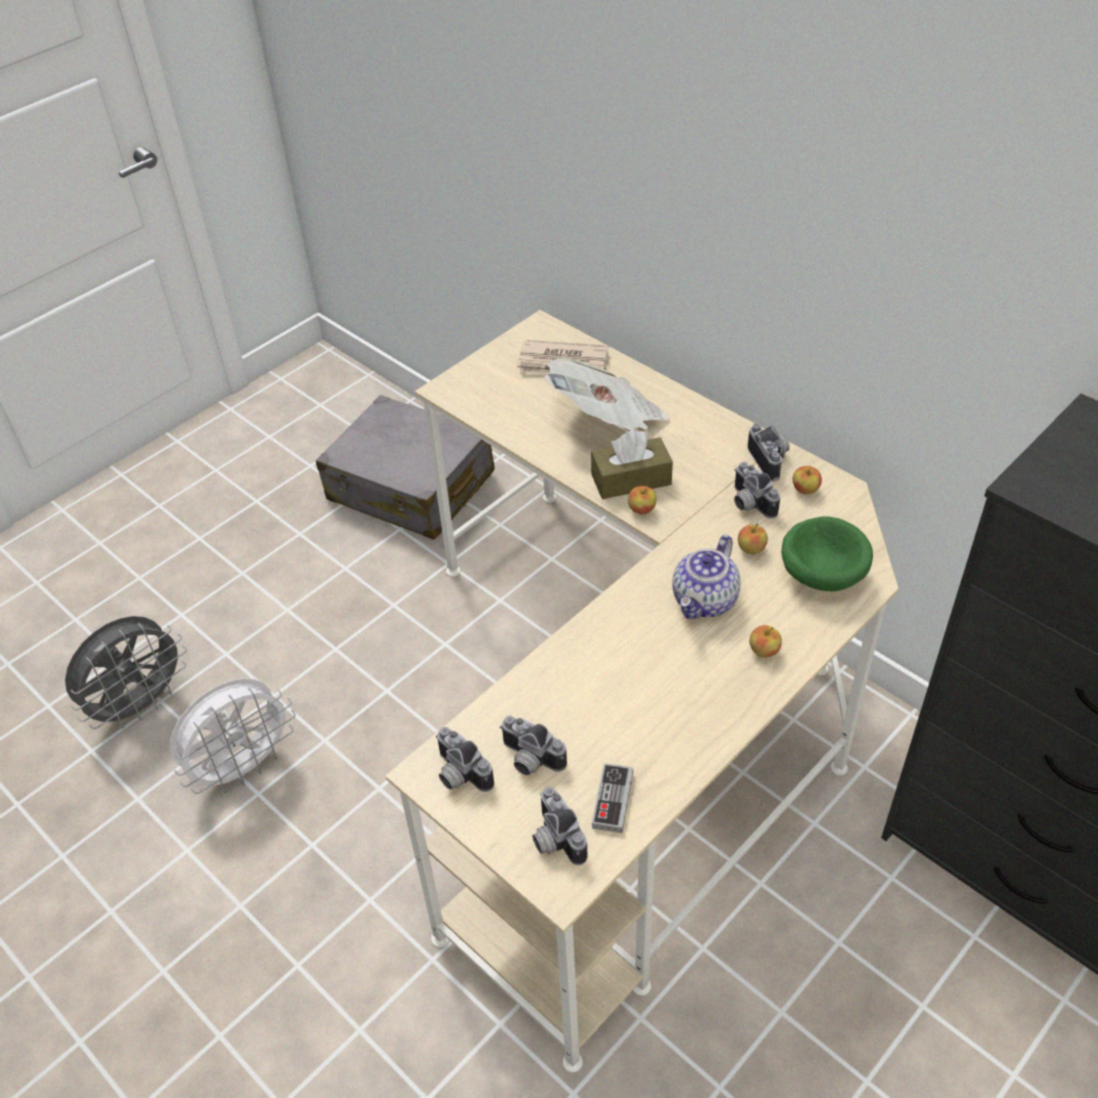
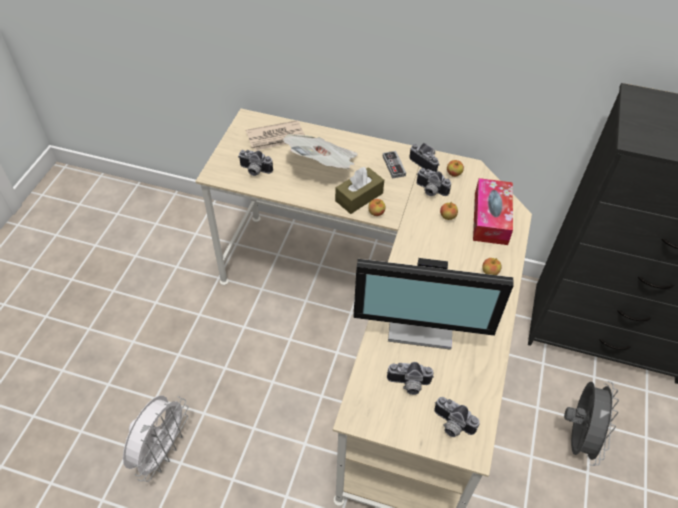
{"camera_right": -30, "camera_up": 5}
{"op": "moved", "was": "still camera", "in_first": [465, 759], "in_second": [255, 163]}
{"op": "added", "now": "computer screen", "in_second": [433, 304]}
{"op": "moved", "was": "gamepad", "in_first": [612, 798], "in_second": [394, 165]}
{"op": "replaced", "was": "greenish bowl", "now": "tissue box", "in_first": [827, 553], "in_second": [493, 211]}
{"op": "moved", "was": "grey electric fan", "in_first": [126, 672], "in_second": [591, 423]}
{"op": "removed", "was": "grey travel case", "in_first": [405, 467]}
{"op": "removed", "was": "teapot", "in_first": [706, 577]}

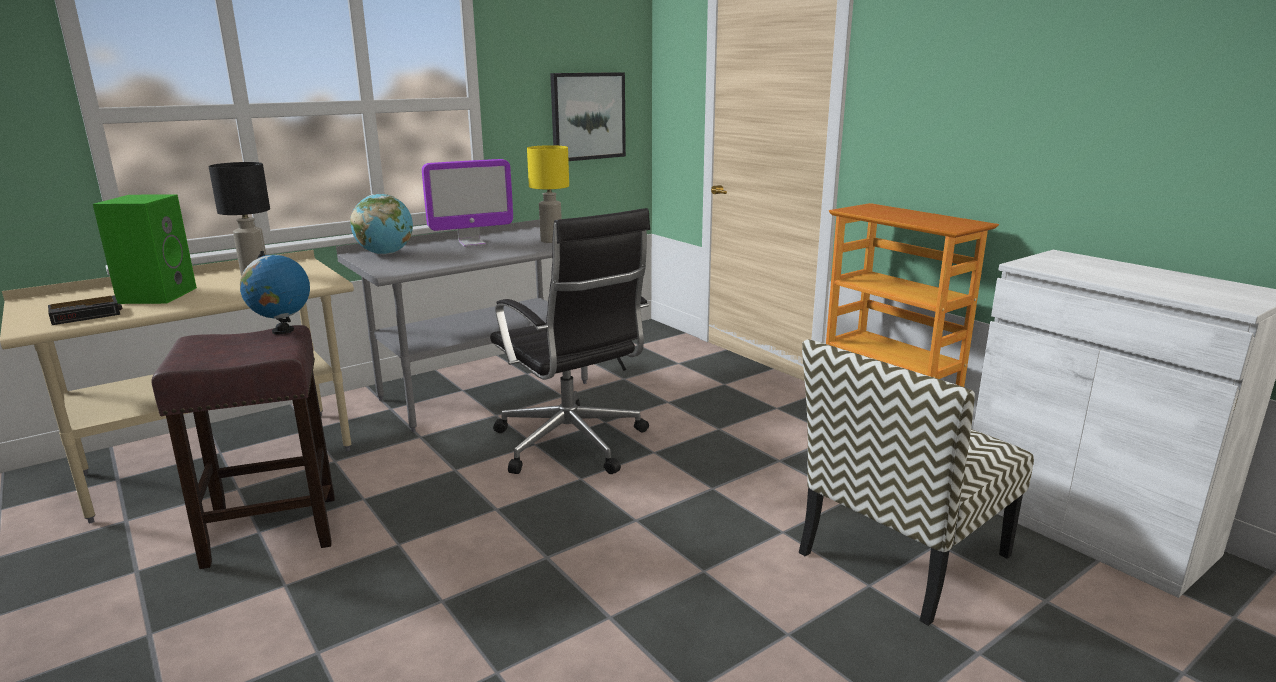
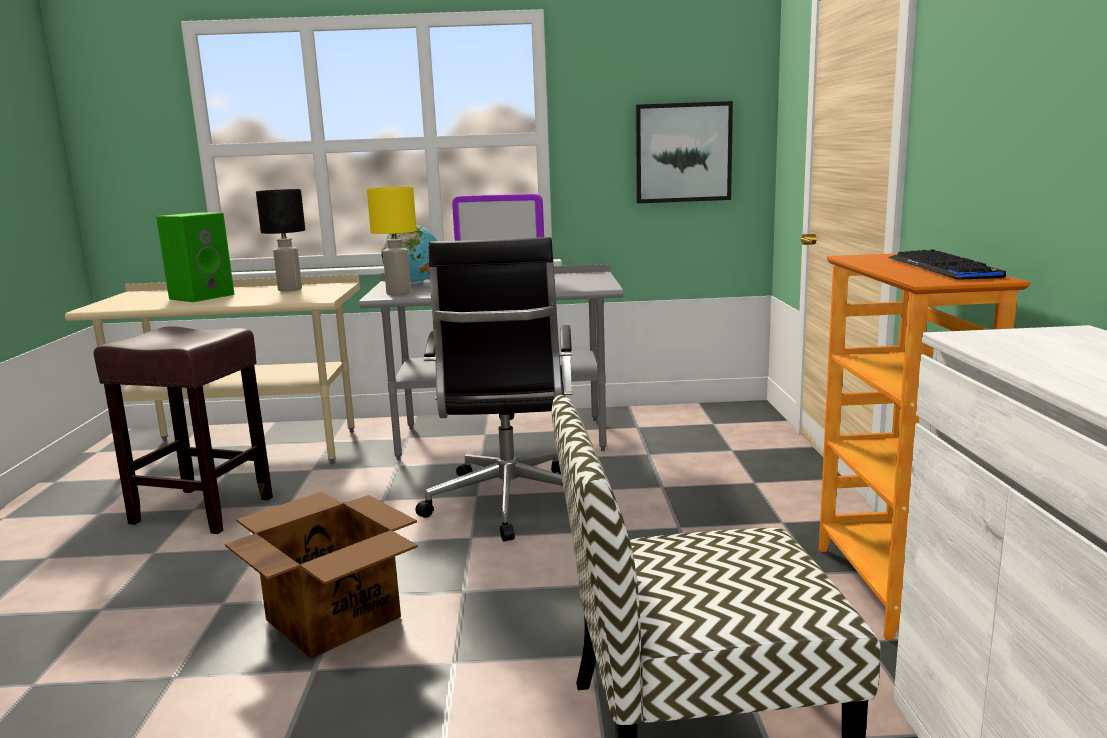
{"camera_right": 35, "camera_up": -5}
{"op": "added", "now": "cardboard box", "in_second": [321, 575]}
{"op": "moved", "was": "yellow table lamp", "in_first": [548, 194], "in_second": [392, 241]}
{"op": "added", "now": "keyboard", "in_second": [947, 265]}
{"op": "removed", "was": "bedside clock", "in_first": [85, 310]}
{"op": "removed", "was": "globe", "in_first": [275, 293]}

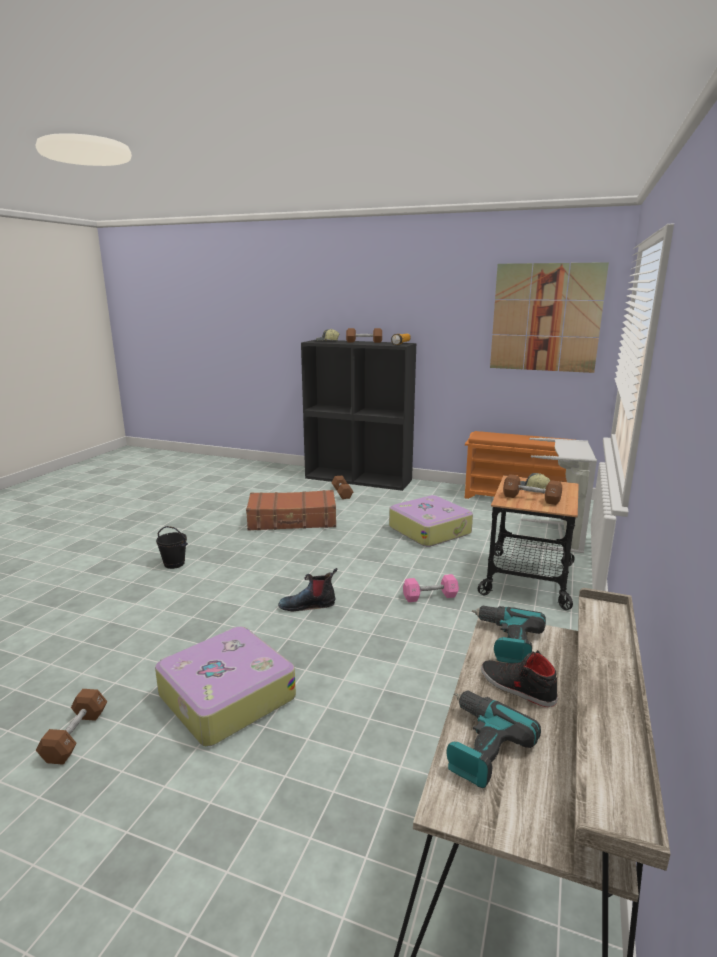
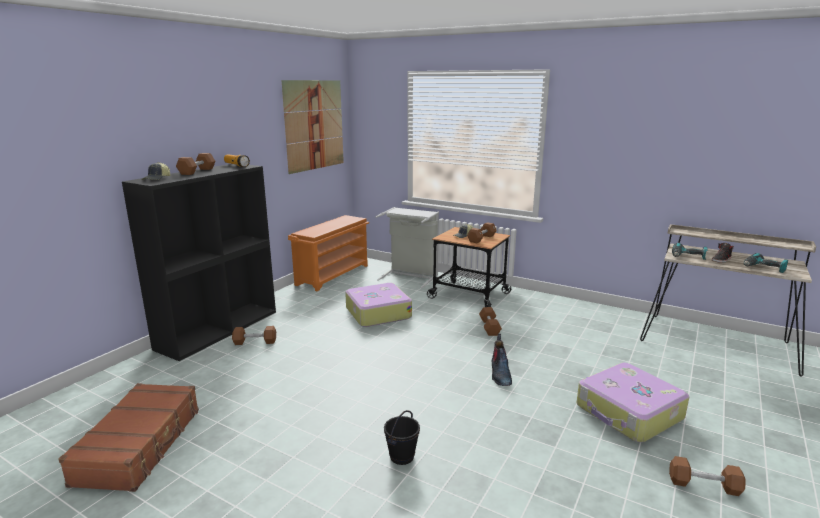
{"camera_right": -80, "camera_up": 0}
{"op": "moved", "was": "brown travel case", "in_first": [291, 510], "in_second": [128, 437]}
{"op": "recoloured", "was": "pinkish dumbbell", "now": "brown dumbbell", "in_first": [431, 588], "in_second": [490, 321]}

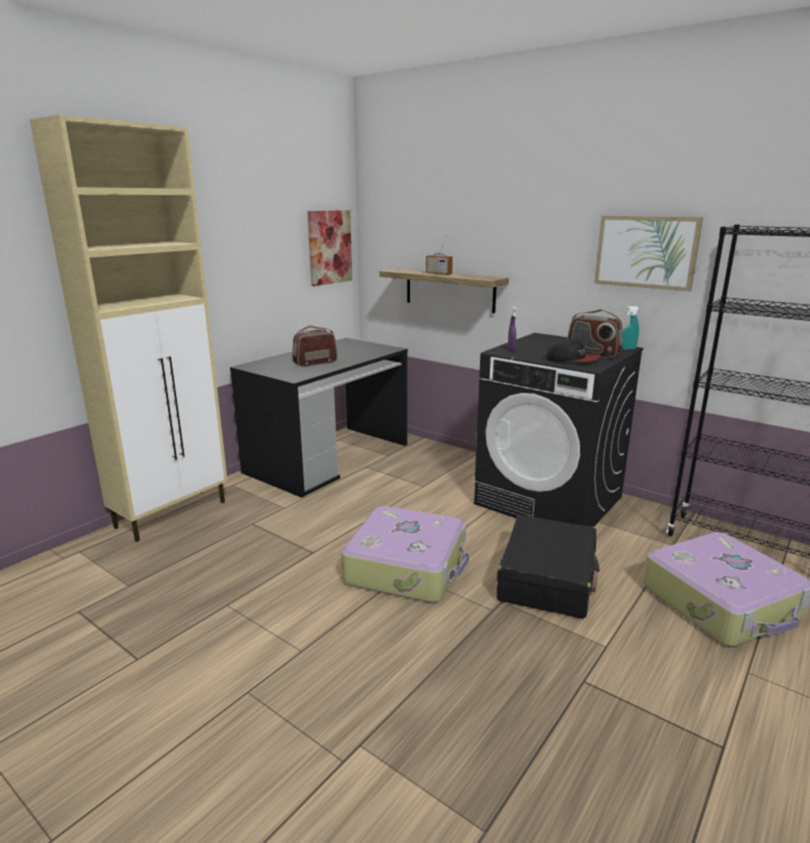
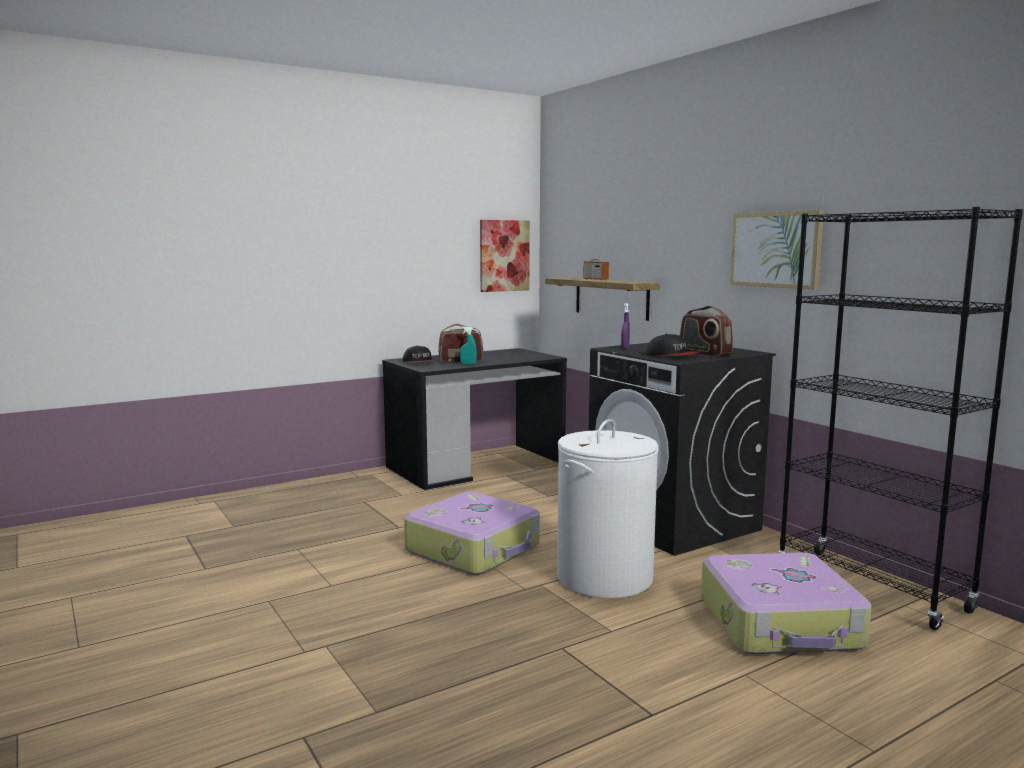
{"camera_right": 20, "camera_up": -10}
{"op": "added", "now": "baseball cap", "in_second": [419, 354]}
{"op": "moved", "was": "turquoise sprayer", "in_first": [630, 328], "in_second": [468, 345]}
{"op": "replaced", "was": "black-coloured travel case", "now": "white-coloured washing basket", "in_first": [548, 567], "in_second": [608, 508]}
{"op": "removed", "was": "beige-coloured storage cabinet", "in_first": [129, 328]}

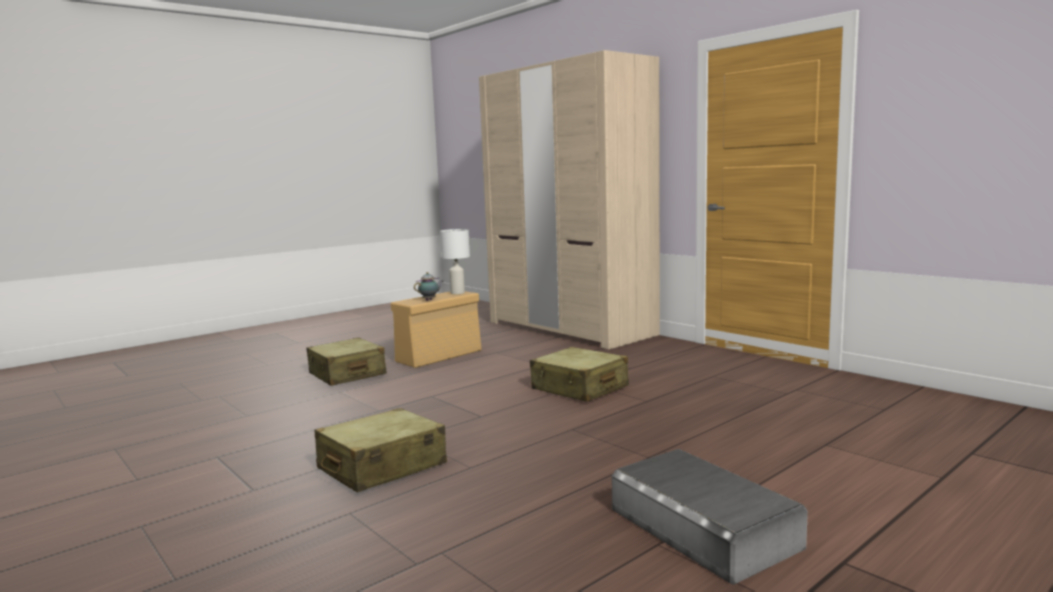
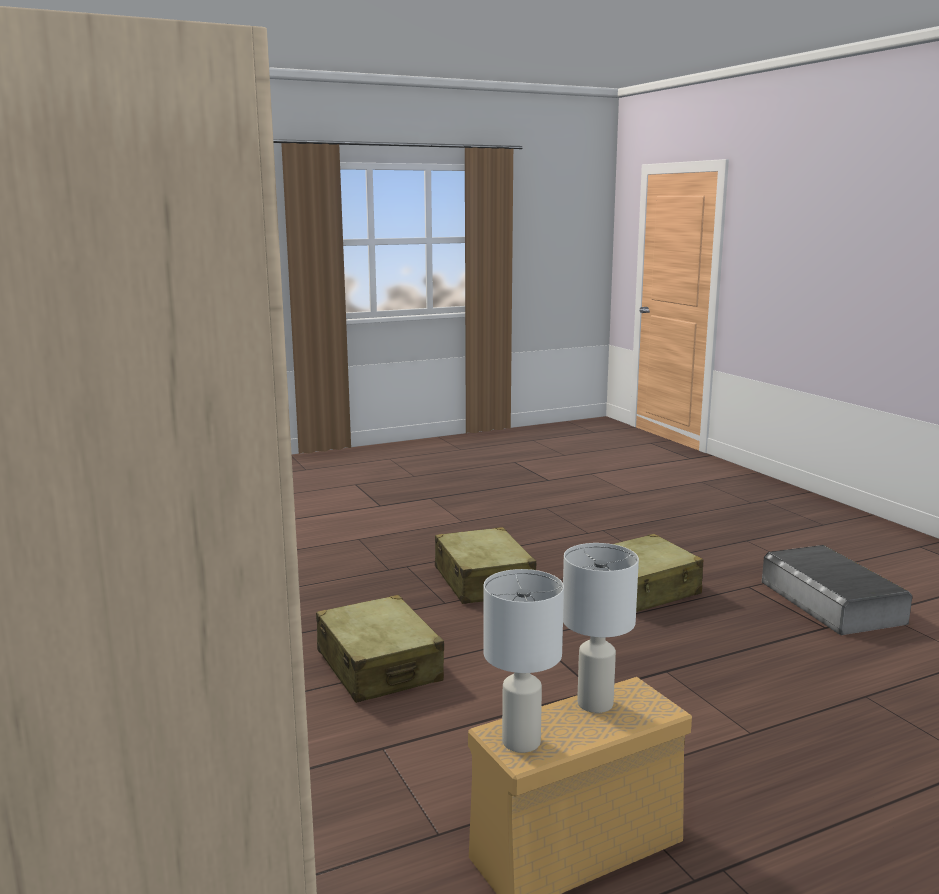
{"camera_right": -165, "camera_up": 5}
{"op": "moved", "was": "beige-coloured travel case", "in_first": [346, 361], "in_second": [485, 565]}
{"op": "replaced", "was": "teapot", "now": "white-coloured table lamp", "in_first": [428, 286], "in_second": [601, 628]}
{"op": "moved", "was": "grey storage container", "in_first": [710, 517], "in_second": [837, 590]}

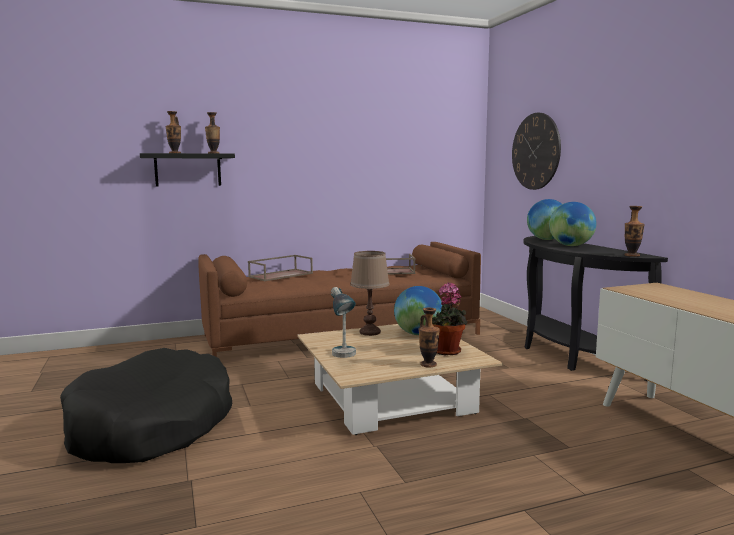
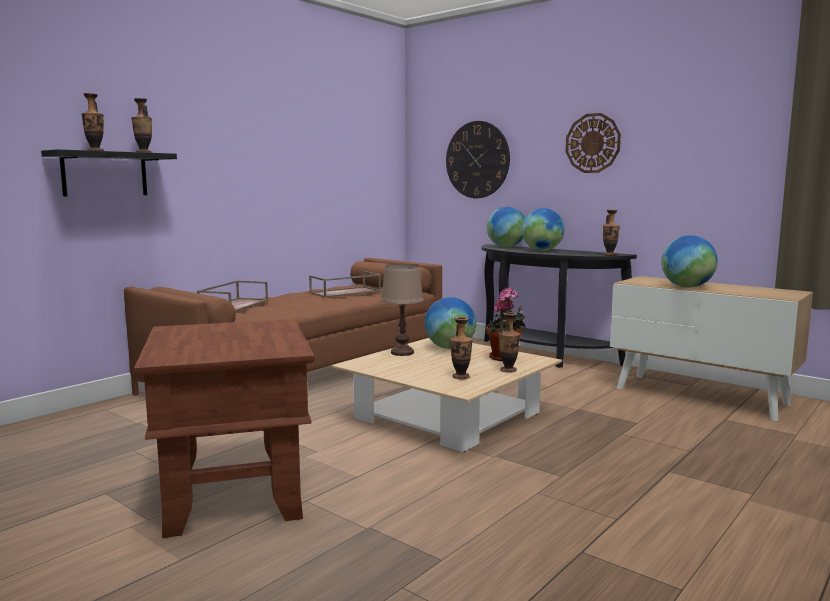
{"camera_right": -30, "camera_up": 0}
{"op": "replaced", "was": "black-coloured pet bed", "now": "brown end table", "in_first": [146, 405], "in_second": [224, 428]}
{"op": "added", "now": "vase", "in_second": [462, 348]}
{"op": "added", "now": "hanging clock", "in_second": [593, 143]}
{"op": "added", "now": "globe", "in_second": [689, 261]}
{"op": "removed", "was": "table lamp", "in_first": [343, 322]}

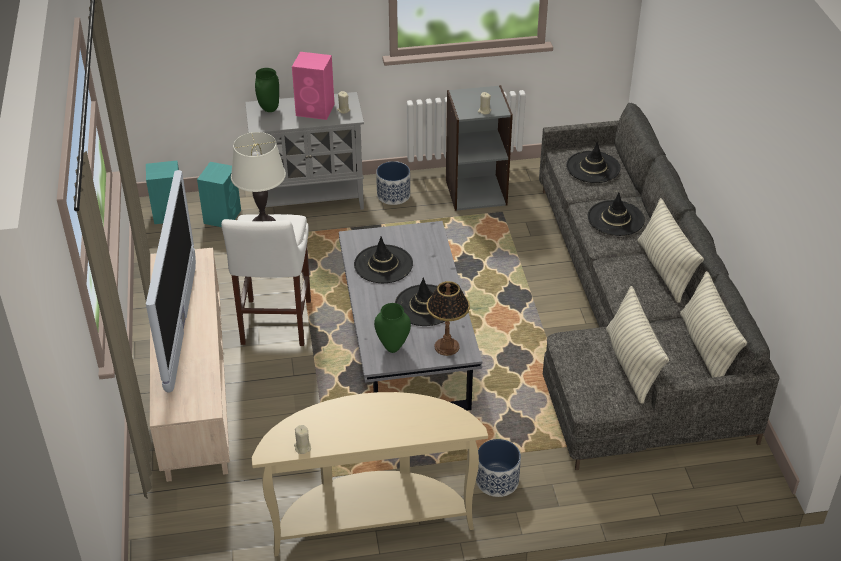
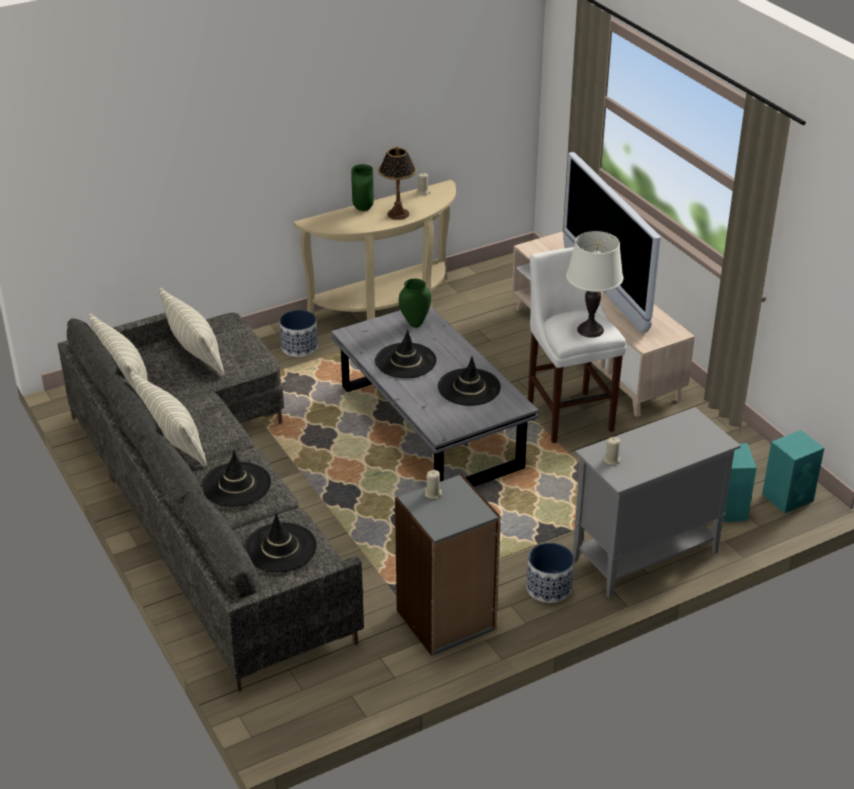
{"camera_right": 160, "camera_up": -5}
{"op": "moved", "was": "greenish vase", "in_first": [267, 90], "in_second": [362, 187]}
{"op": "moved", "was": "table lamp", "in_first": [448, 318], "in_second": [397, 183]}
{"op": "removed", "was": "pinkish loudspeaker", "in_first": [313, 86]}

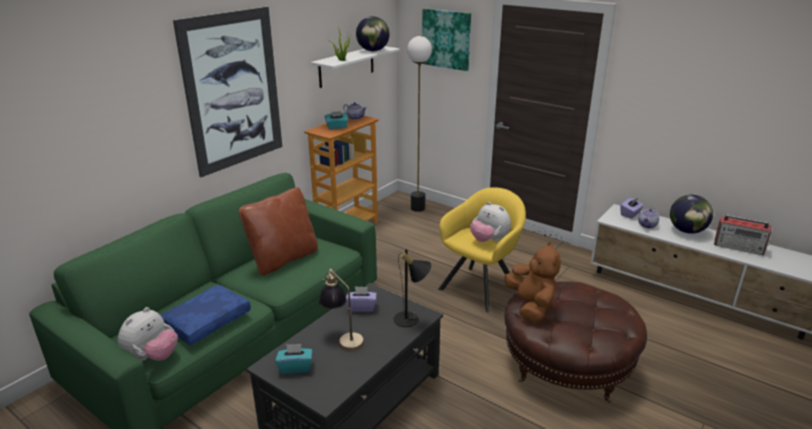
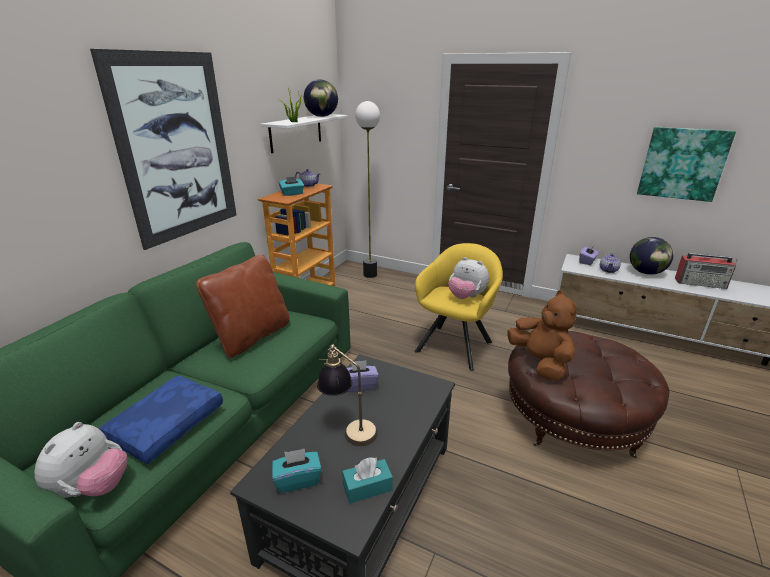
{"camera_right": -10, "camera_up": 0}
{"op": "added", "now": "turquoise tissue box", "in_second": [367, 480]}
{"op": "moved", "was": "wall art", "in_first": [446, 40], "in_second": [686, 164]}
{"op": "removed", "was": "black-coloured table lamp", "in_first": [412, 288]}

